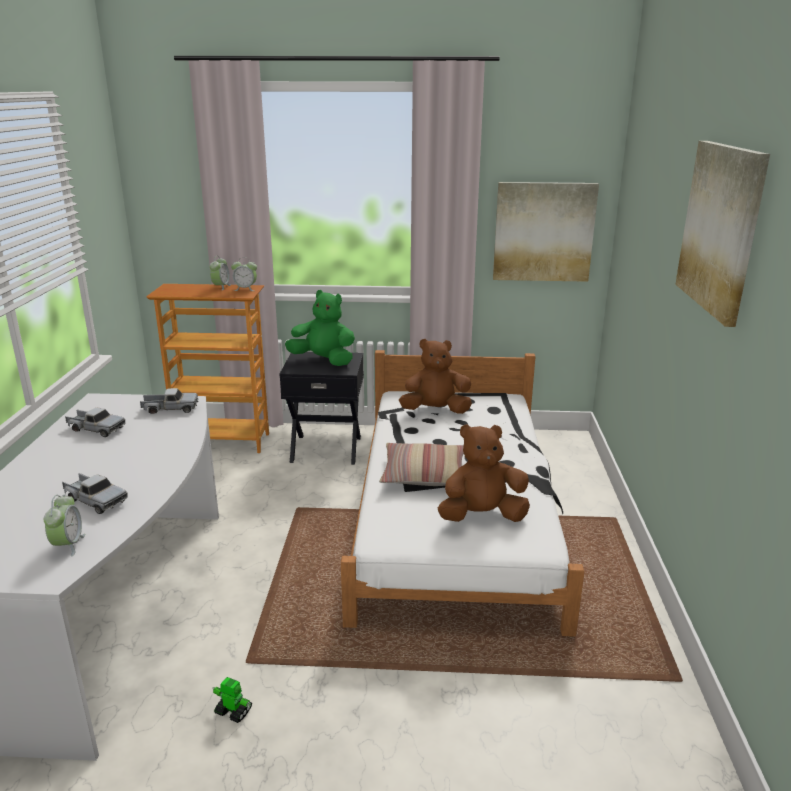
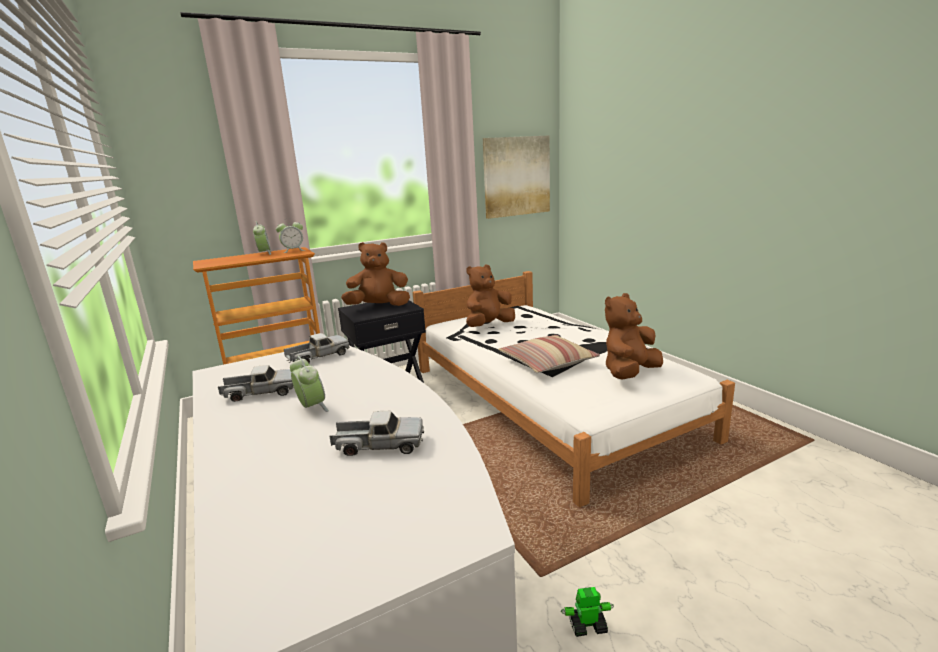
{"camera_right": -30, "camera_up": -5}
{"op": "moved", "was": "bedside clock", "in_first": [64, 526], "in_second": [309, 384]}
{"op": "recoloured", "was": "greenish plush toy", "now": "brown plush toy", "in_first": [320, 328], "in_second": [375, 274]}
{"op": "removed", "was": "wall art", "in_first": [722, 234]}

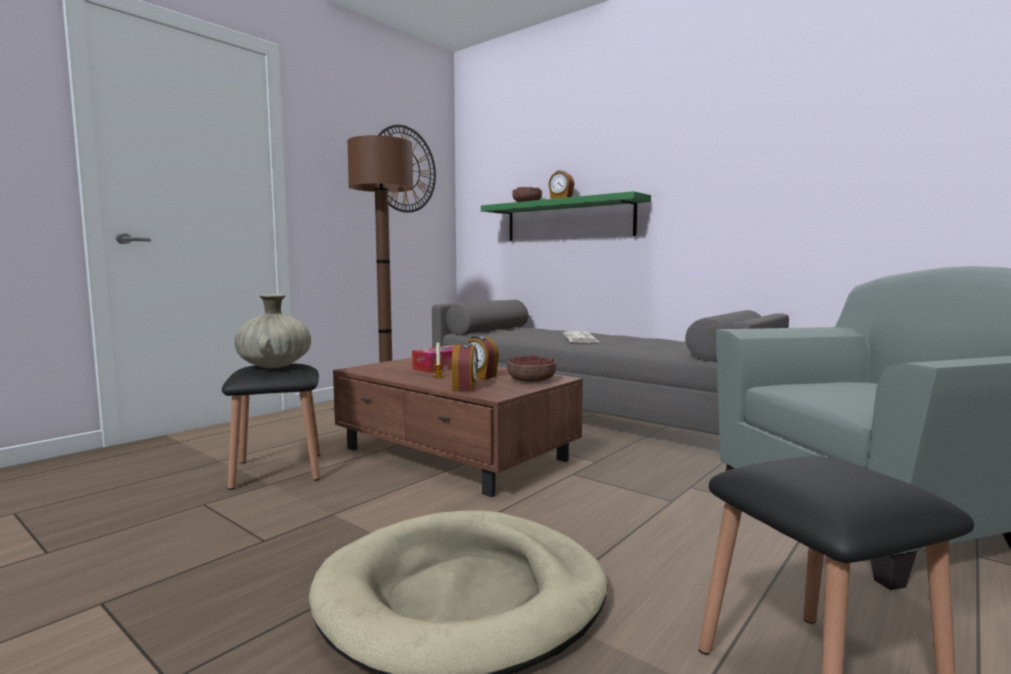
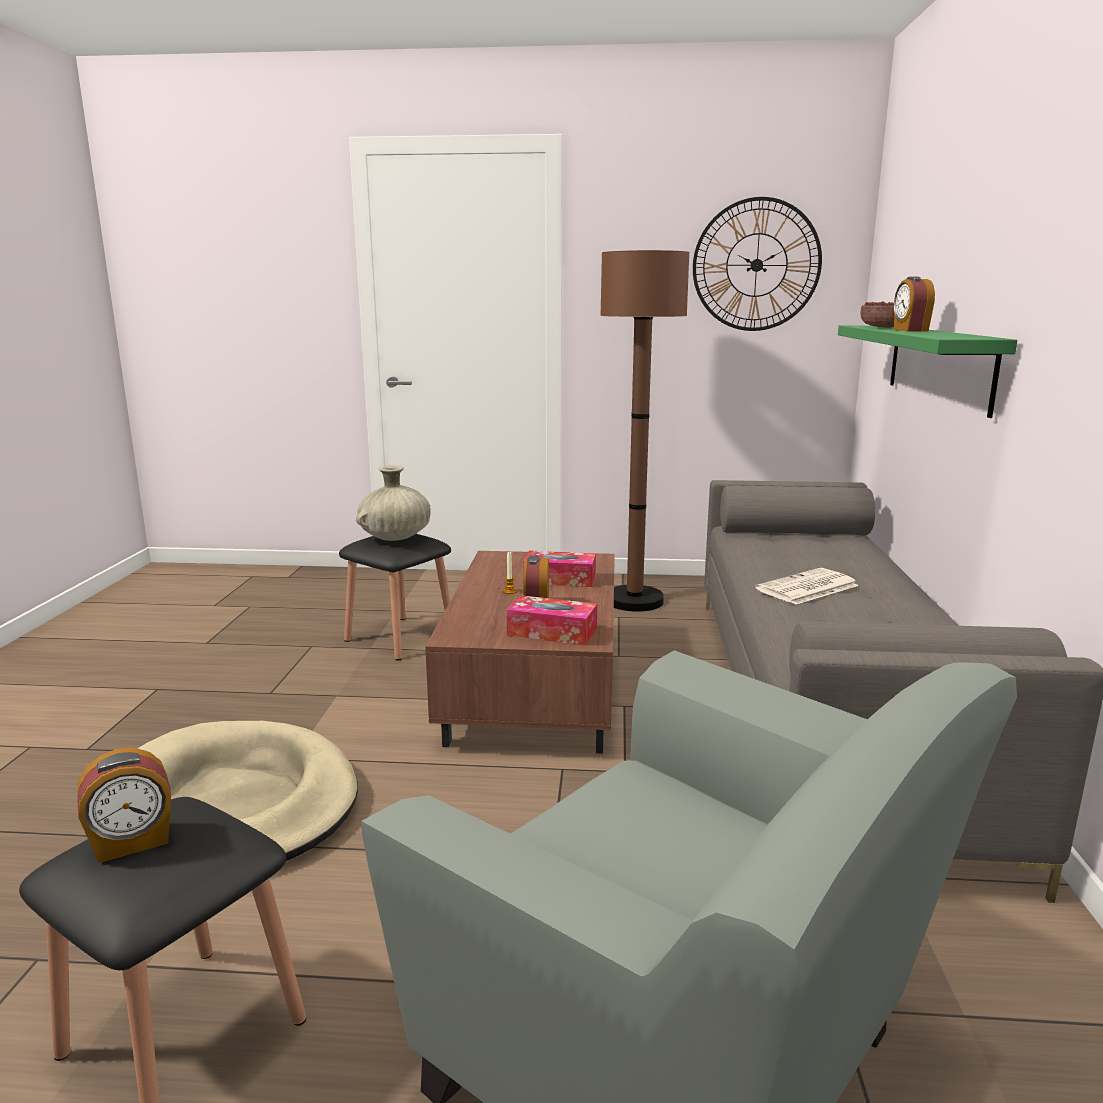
{"camera_right": 55, "camera_up": 10}
{"op": "moved", "was": "bedside clock", "in_first": [464, 367], "in_second": [124, 805]}
{"op": "replaced", "was": "bowl", "now": "tissue box", "in_first": [531, 368], "in_second": [552, 620]}

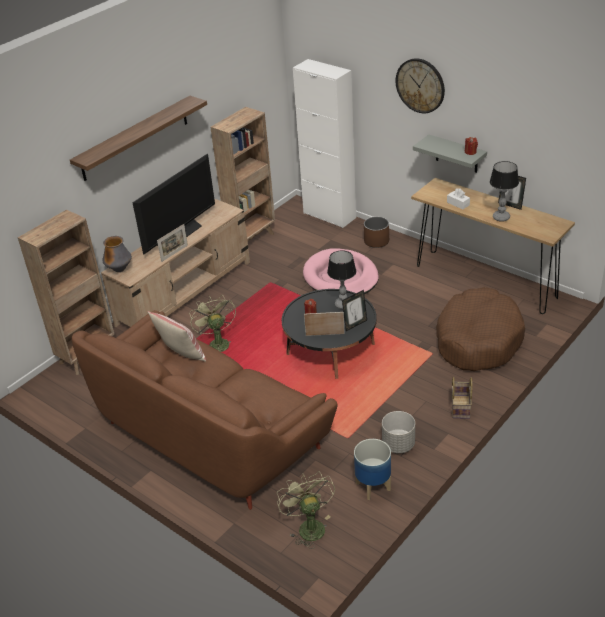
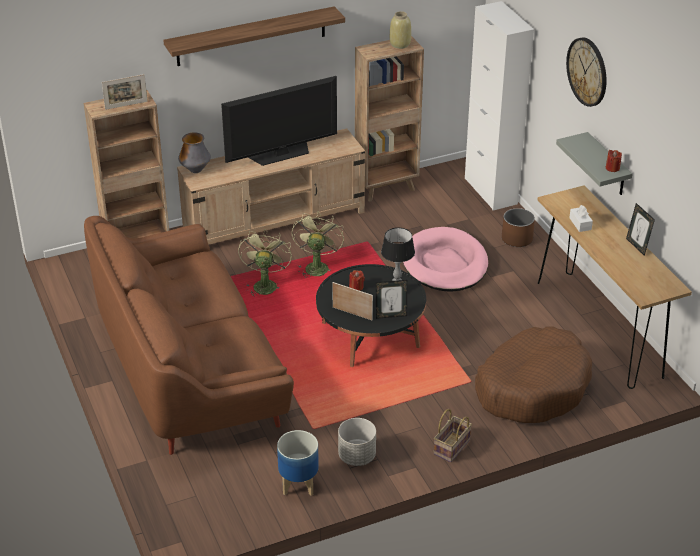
{"camera_right": 25, "camera_up": 0}
{"op": "moved", "was": "picture frame", "in_first": [172, 243], "in_second": [125, 92]}
{"op": "moved", "was": "greenish electric fan", "in_first": [306, 510], "in_second": [318, 244]}
{"op": "added", "now": "beige-coloured vase", "in_second": [400, 30]}
{"op": "removed", "was": "pillow", "in_first": [177, 336]}
{"op": "removed", "was": "table lamp", "in_first": [504, 191]}

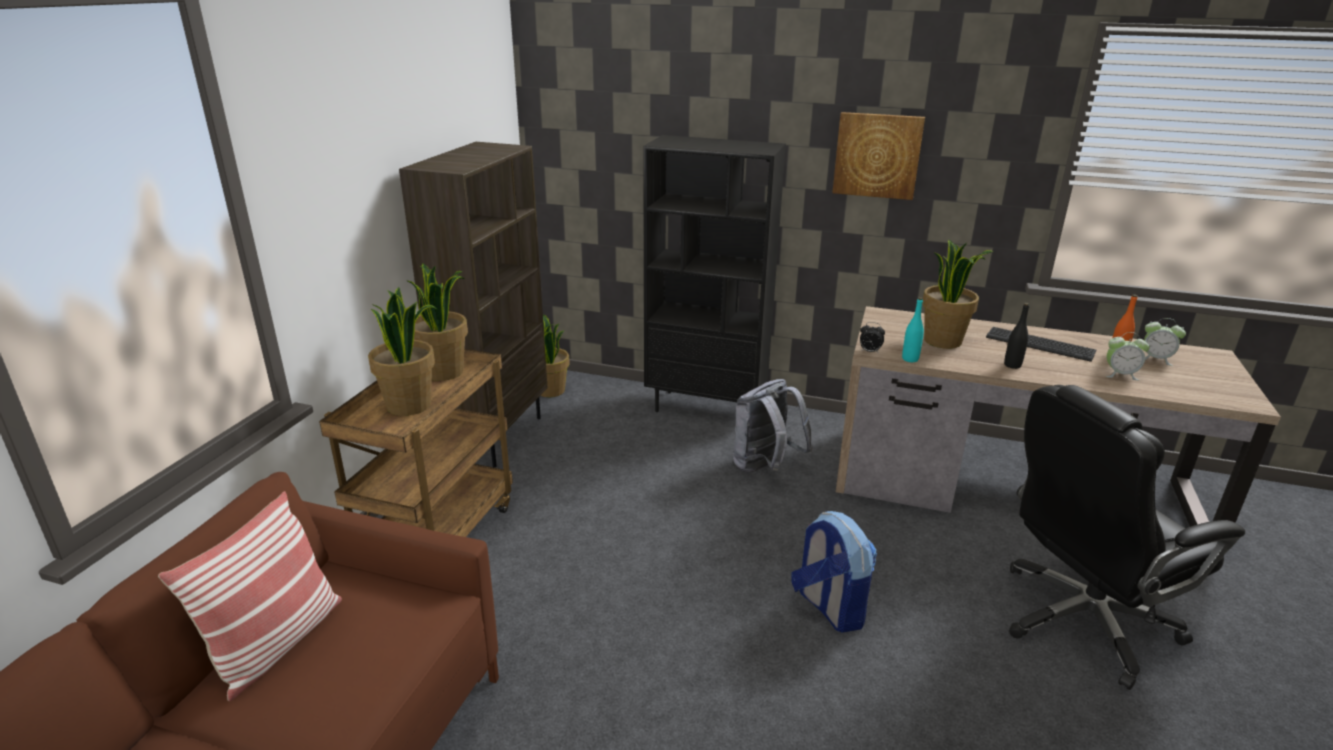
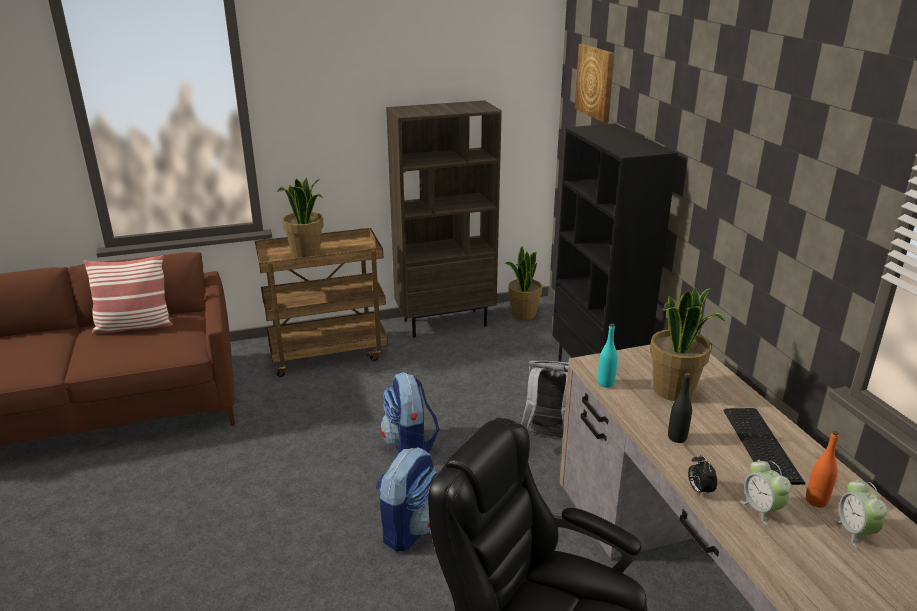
{"camera_right": 55, "camera_up": 0}
{"op": "added", "now": "backpack", "in_second": [409, 412]}
{"op": "moved", "was": "wall art", "in_first": [878, 156], "in_second": [594, 83]}
{"op": "moved", "was": "bedside clock", "in_first": [872, 338], "in_second": [702, 476]}
{"op": "removed", "was": "houseplant", "in_first": [438, 322]}

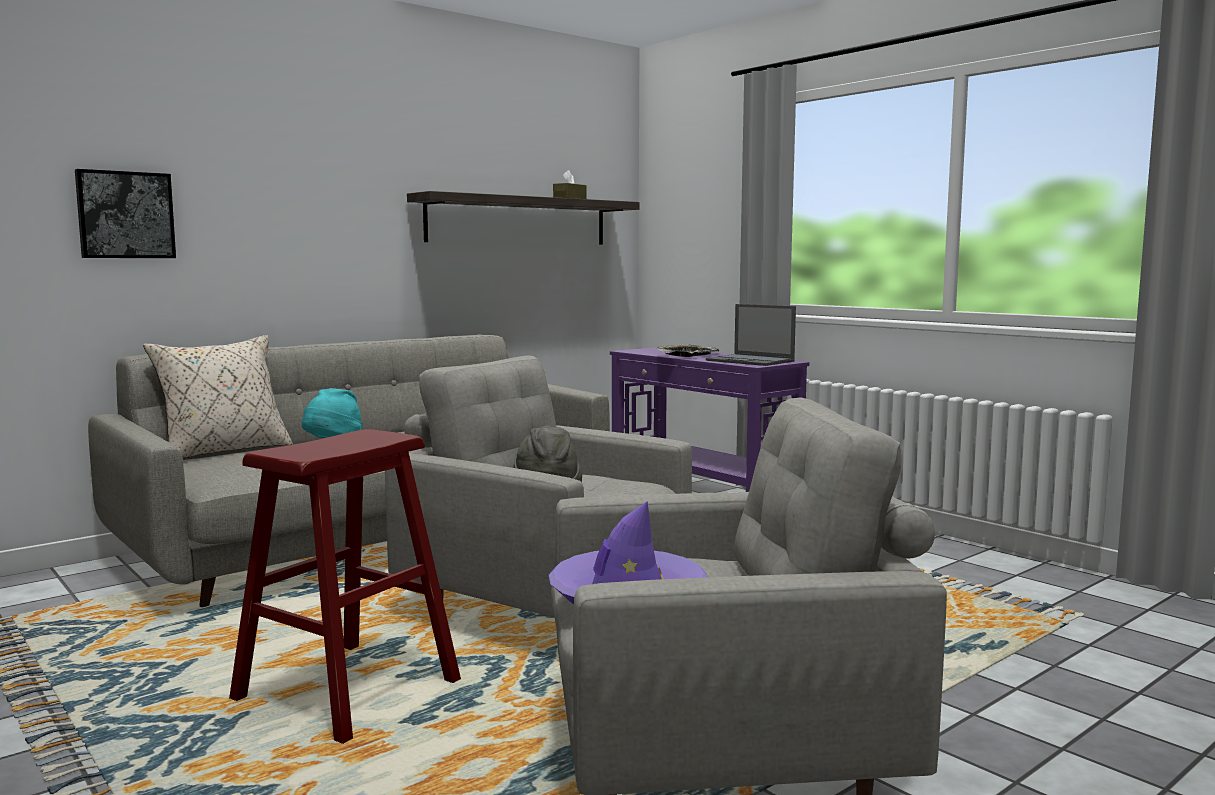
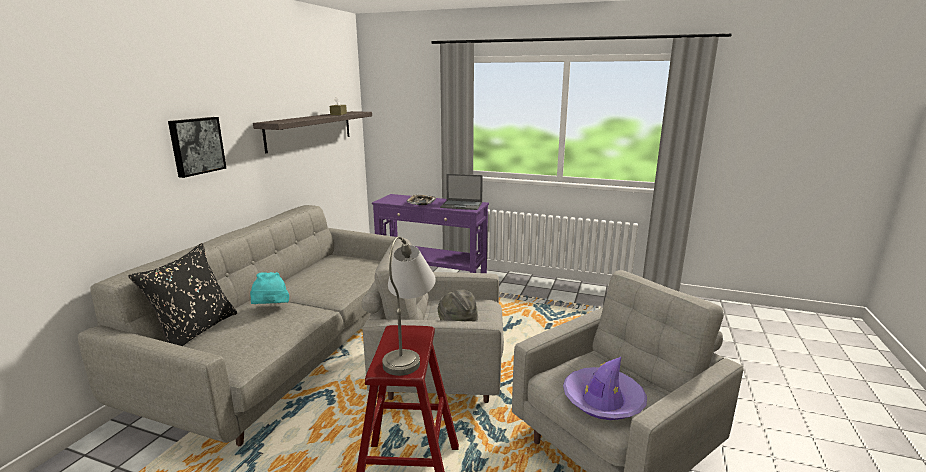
{"camera_right": -30, "camera_up": 10}
{"op": "recoloured", "was": "beige-coloured pillow", "now": "black-coloured pillow", "in_first": [218, 397], "in_second": [183, 294]}
{"op": "moved", "was": "wall art", "in_first": [125, 213], "in_second": [197, 147]}
{"op": "added", "now": "grey table lamp", "in_second": [409, 306]}

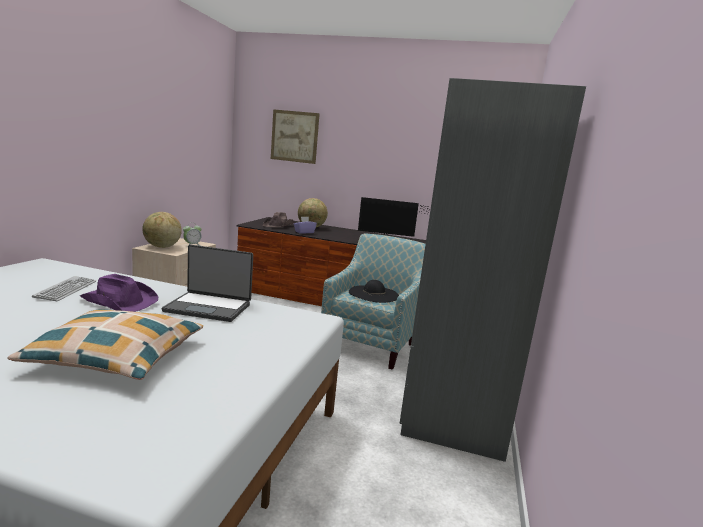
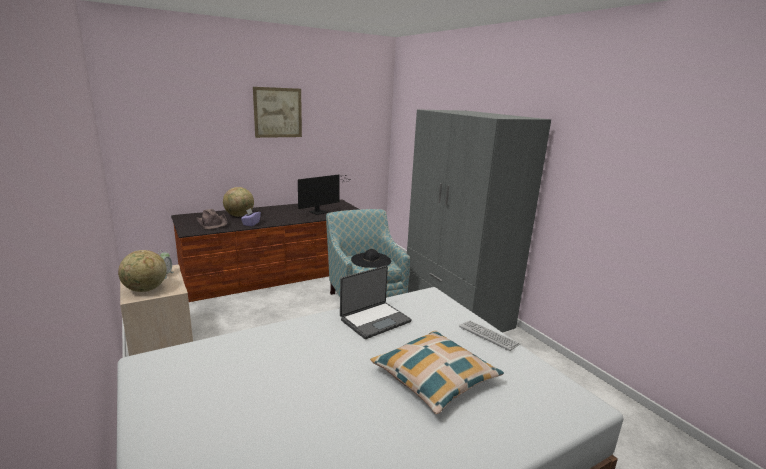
{"camera_right": -45, "camera_up": 5}
{"op": "moved", "was": "wall art", "in_first": [295, 136], "in_second": [277, 112]}
{"op": "moved", "was": "keyboard", "in_first": [64, 288], "in_second": [489, 336]}
{"op": "removed", "was": "purple-coloured wearable hat", "in_first": [119, 293]}

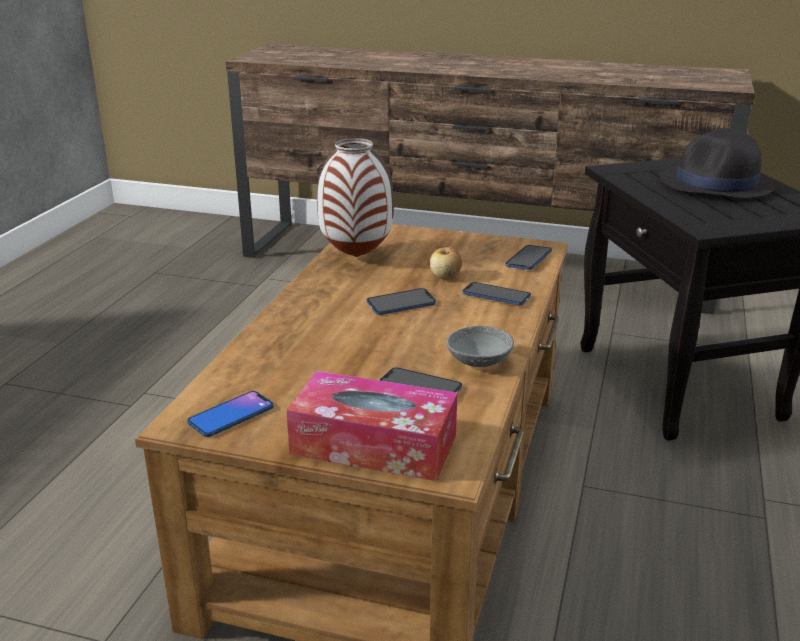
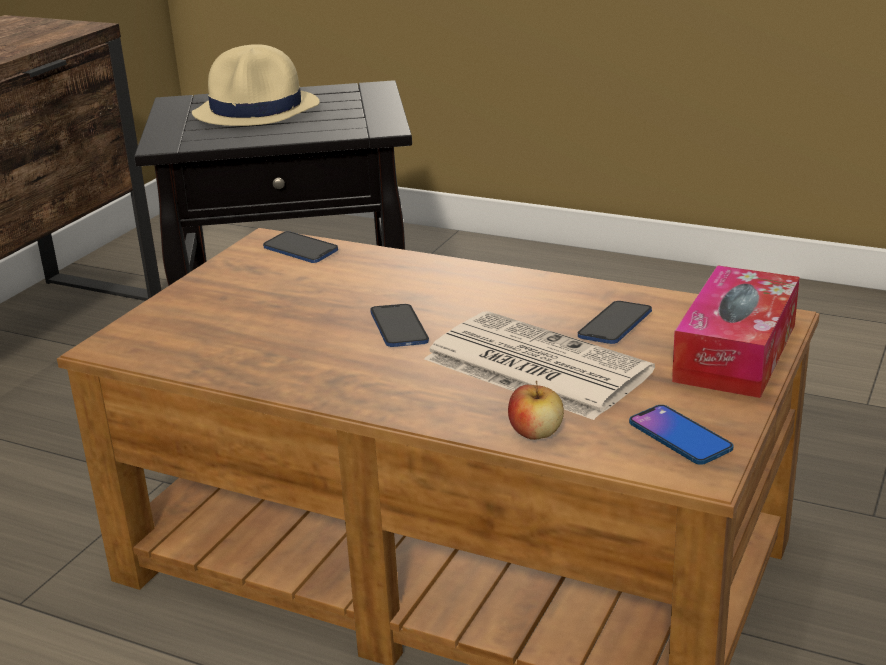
{"camera_right": -80, "camera_up": 0}
{"op": "recoloured", "was": "black-coloured wearable hat", "now": "beige-coloured wearable hat", "in_first": [717, 163], "in_second": [256, 85]}
{"op": "added", "now": "printed paper", "in_second": [539, 365]}
{"op": "moved", "was": "apple", "in_first": [446, 263], "in_second": [536, 410]}
{"op": "removed", "was": "vase", "in_first": [355, 197]}
{"op": "removed", "was": "grey bowl", "in_first": [480, 346]}
{"op": "removed", "was": "phone", "in_first": [497, 293]}

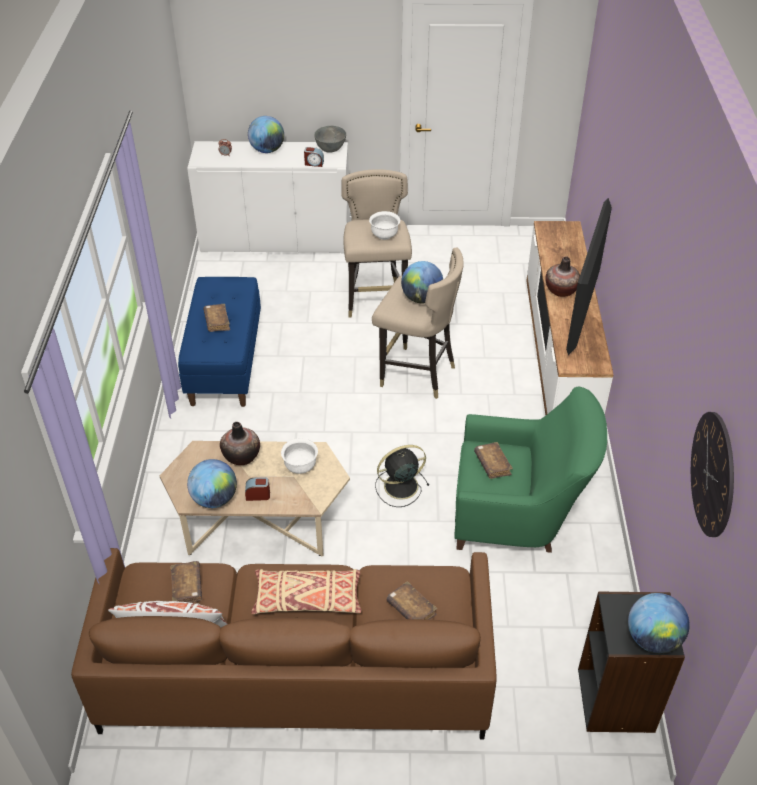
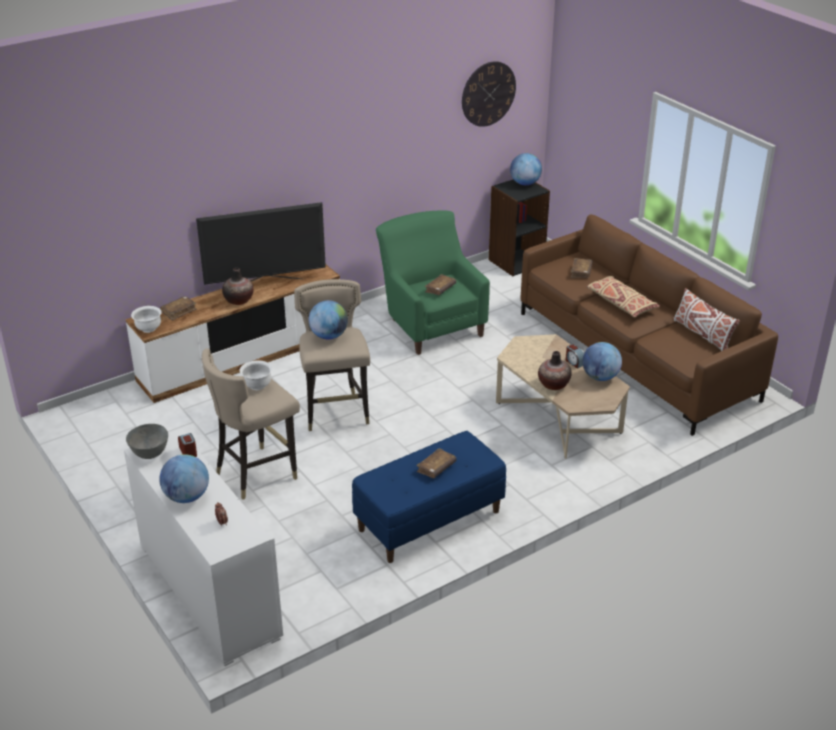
{"camera_right": -125, "camera_up": -10}
{"op": "moved", "was": "white-coloured bowl", "in_first": [299, 456], "in_second": [146, 319]}
{"op": "moved", "was": "brown volume", "in_first": [186, 582], "in_second": [178, 308]}
{"op": "removed", "was": "black-coloured electric fan", "in_first": [402, 476]}

